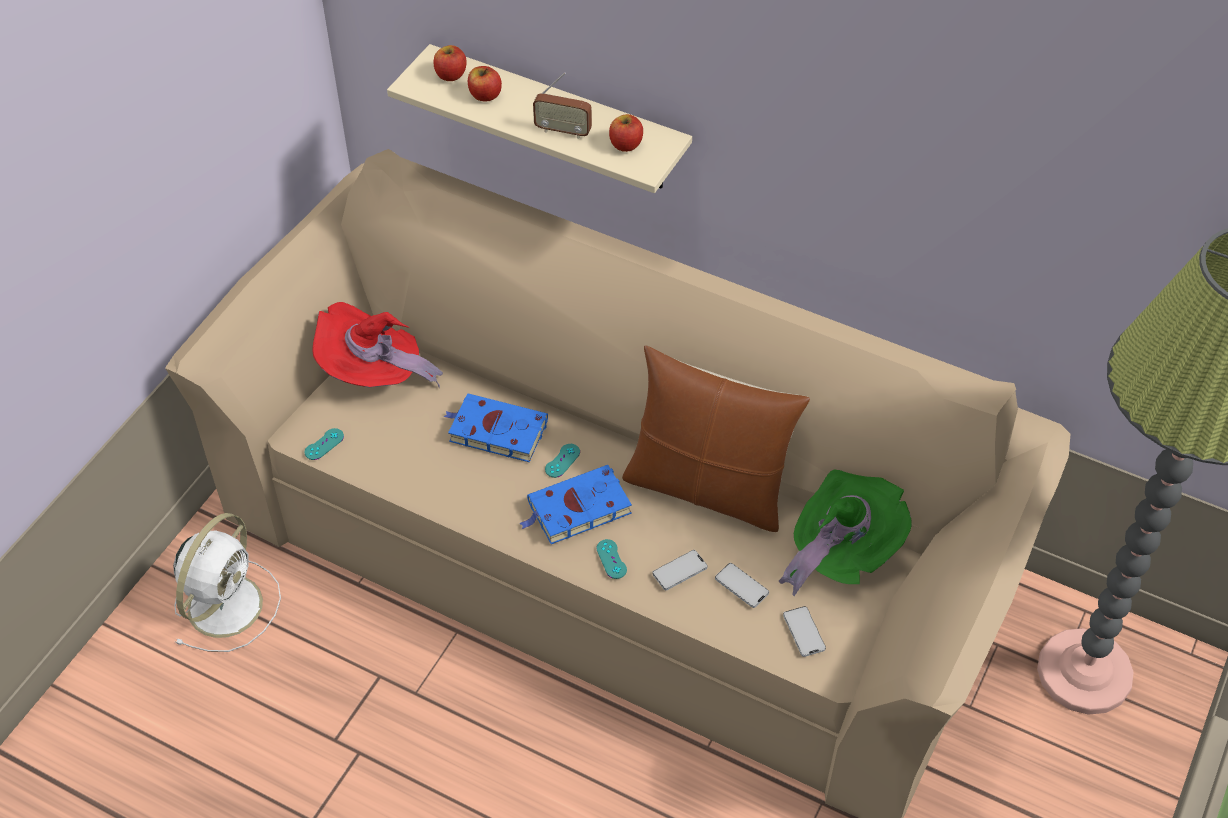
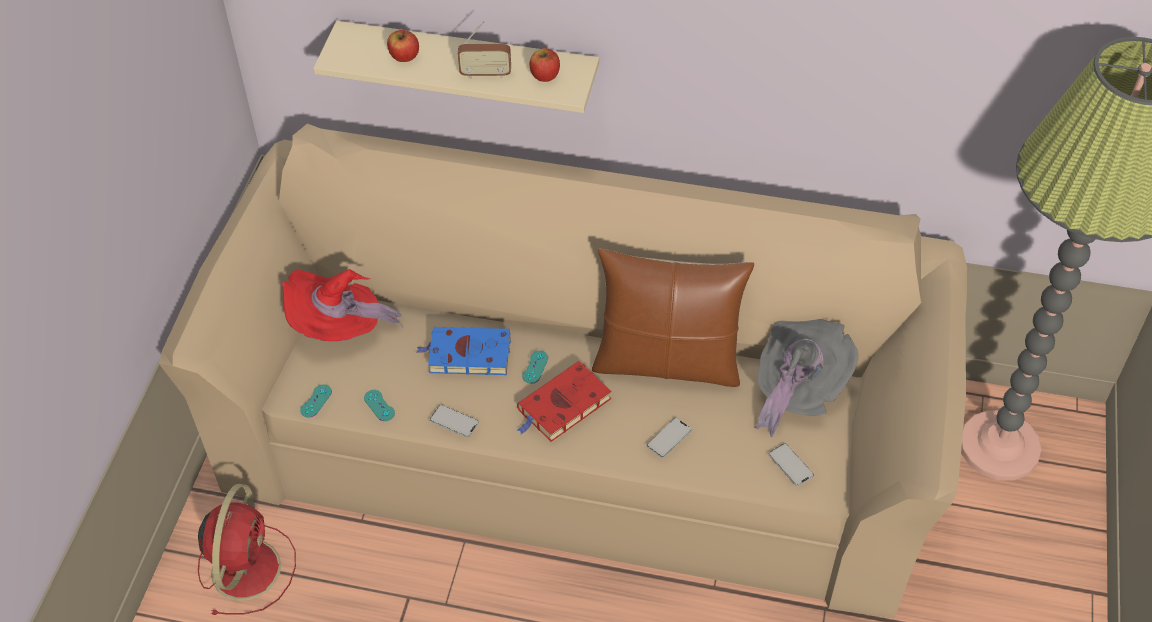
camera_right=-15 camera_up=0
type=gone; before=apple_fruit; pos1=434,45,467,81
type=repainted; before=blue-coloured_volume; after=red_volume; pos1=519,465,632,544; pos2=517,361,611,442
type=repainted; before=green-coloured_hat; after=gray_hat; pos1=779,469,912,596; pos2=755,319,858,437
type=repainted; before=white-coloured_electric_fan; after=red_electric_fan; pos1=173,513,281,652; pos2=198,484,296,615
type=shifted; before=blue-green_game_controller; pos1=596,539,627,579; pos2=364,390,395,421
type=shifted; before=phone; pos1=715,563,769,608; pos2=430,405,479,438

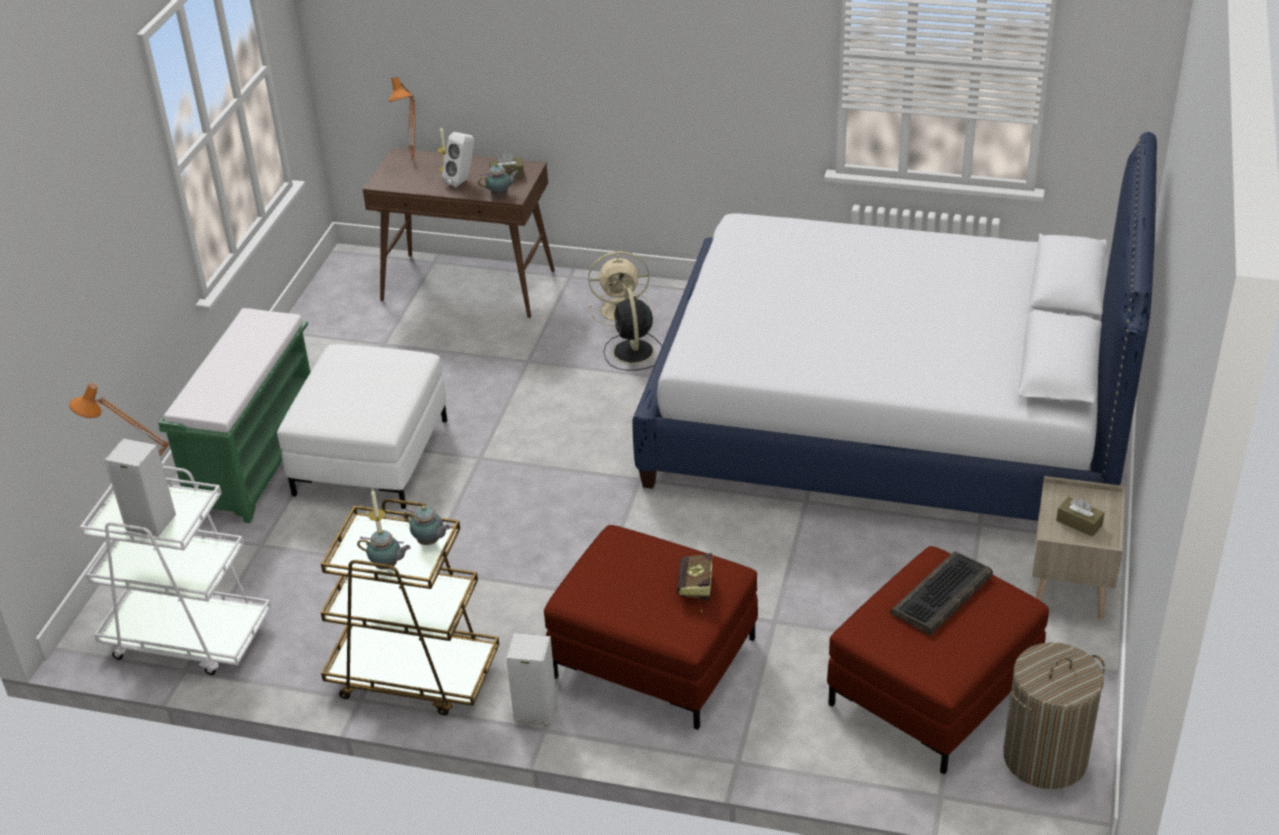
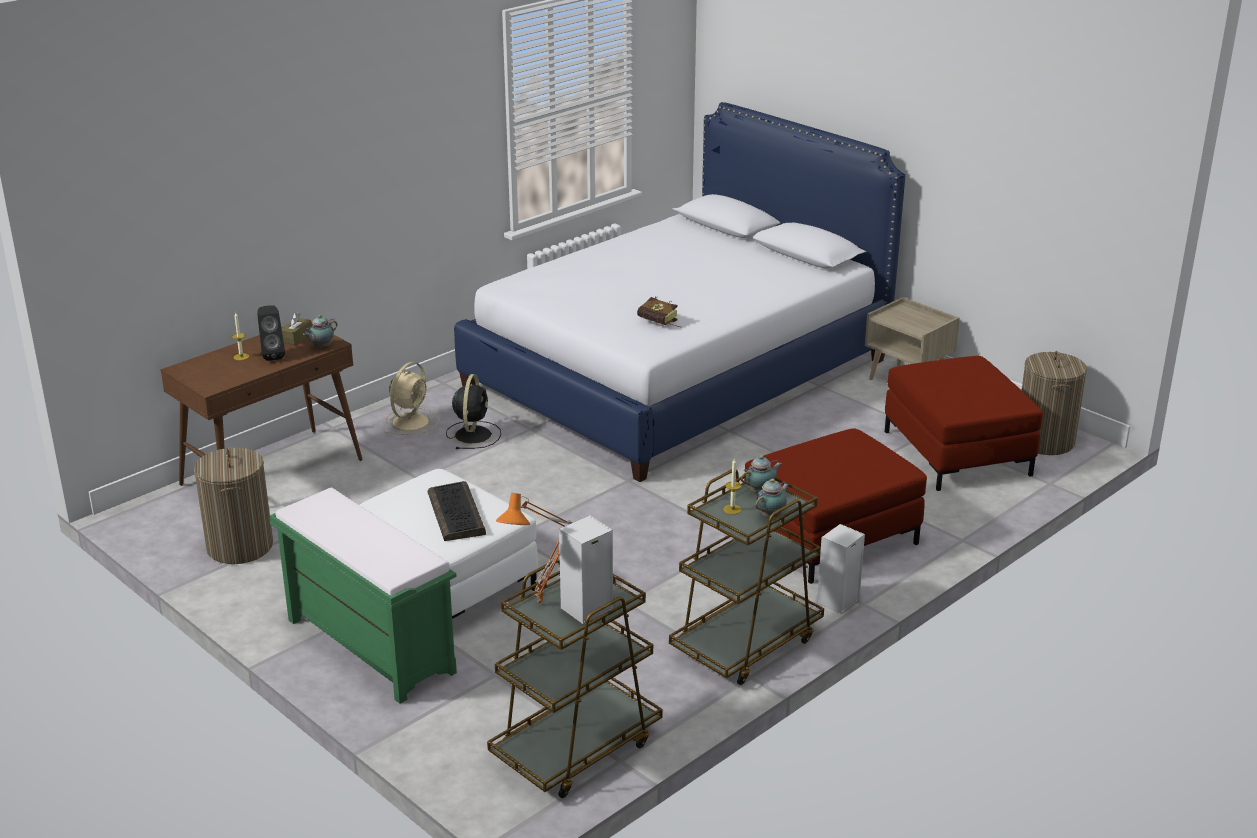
camera_right=-60 camera_up=-10
type=gone; before=orange-coloured_tabletop_lamp; pos1=388,77,416,163
type=repainted; before=white-coloured_speaker; after=blackish_speaker; pos1=442,132,474,187; pos2=257,306,285,361
type=rotated; before=teapot; pos1=478,163,519,196; pos2=303,315,338,348; turn=-150
type=rotated; before=blackish_electric_fan; pos1=604,288,662,371; pos2=446,374,501,449; turn=-105
type=repainted; before=white-coloured_cart; after=brown-coloured_cart; pos1=80,466,271,675; pos2=487,559,663,798
type=gone; before=brown-coloured_tissue_box; pos1=1056,497,1105,537
type=shifted; before=keyboard; pos1=890,552,993,635; pos2=428,481,486,541
type=shifted; before=volume; pos1=677,553,713,612; pos2=637,296,682,328
type=new; after=washing_basket; pos2=194,447,273,564

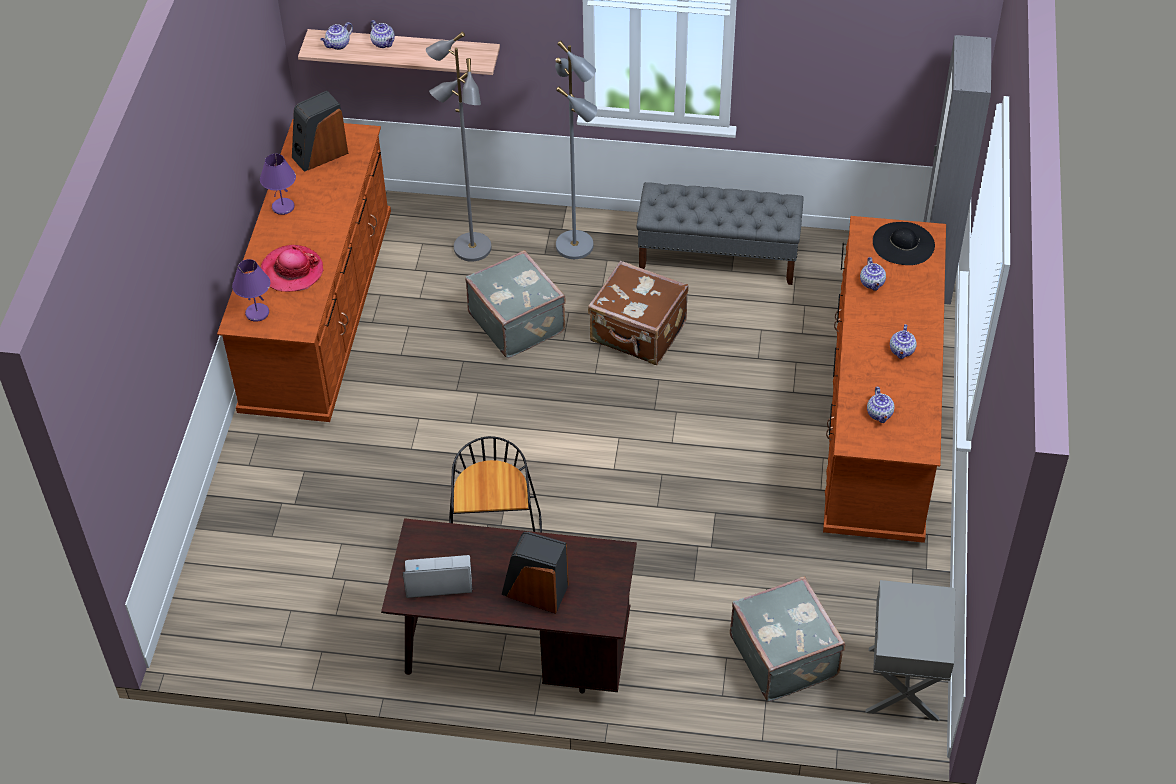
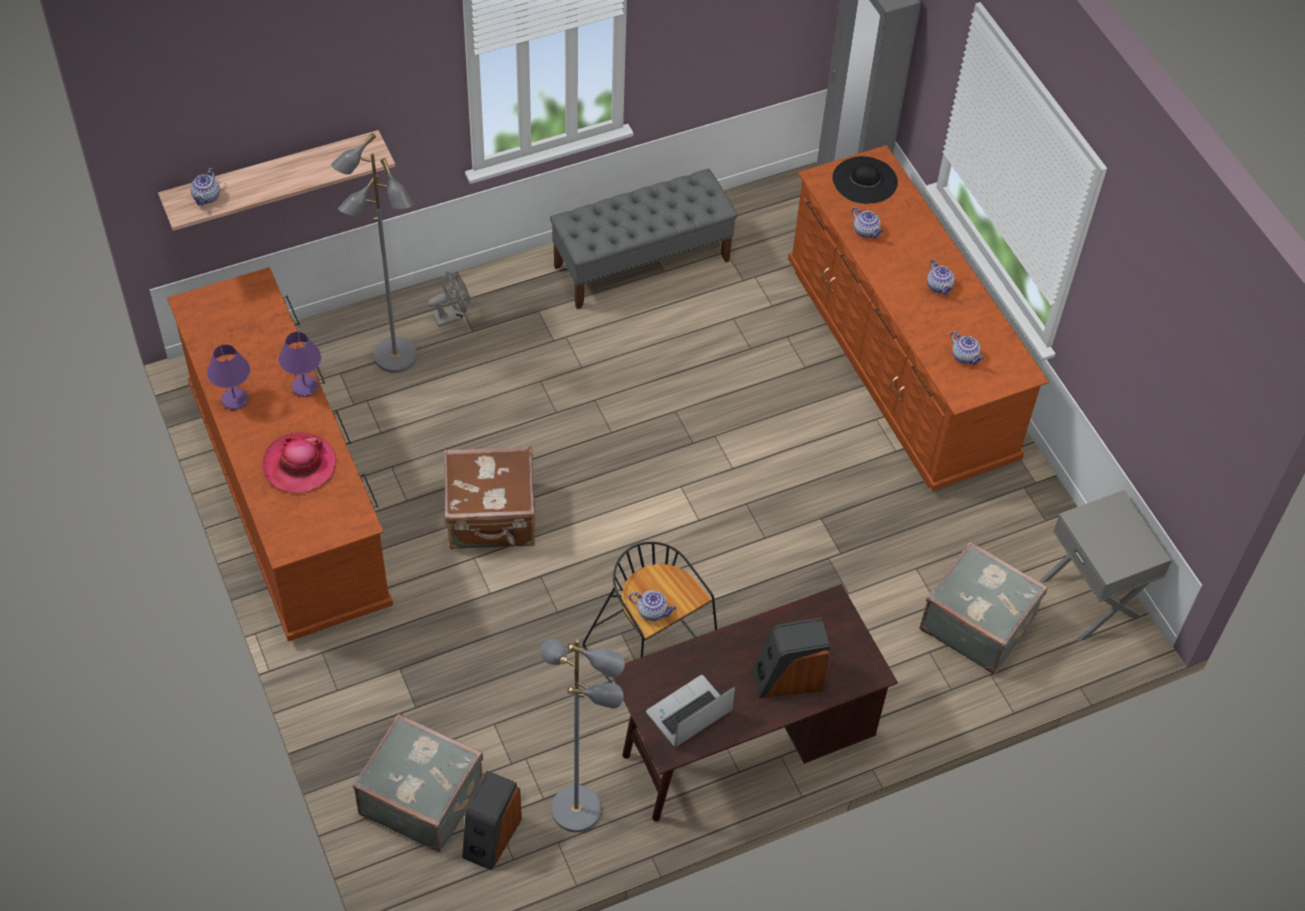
camera_right=-35 camera_up=5
type=shifted; before=teapot; pos1=370,20,395,48; pos2=629,590,677,621
type=shifted; before=gray_floor_lamp; pos1=555,41,597,259; pos2=540,639,625,832
type=shifted; before=speaker; pos1=292,91,348,172; pos2=462,770,522,870
type=shifted; before=gray_travel_case; pos1=465,250,566,358; pos2=353,714,483,853
type=shifted; before=purplish_tabletop_lamp; pos1=232,259,270,322; pos2=279,332,321,397
type=shifted; before=brown-coloured_travel_case; pos1=588,260,689,365; pos2=444,446,535,549
type=new; after=gray_electric_fan; pos2=428,271,470,327

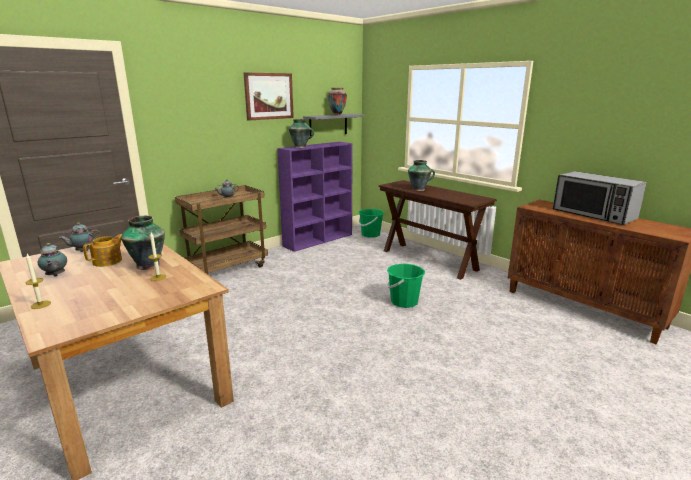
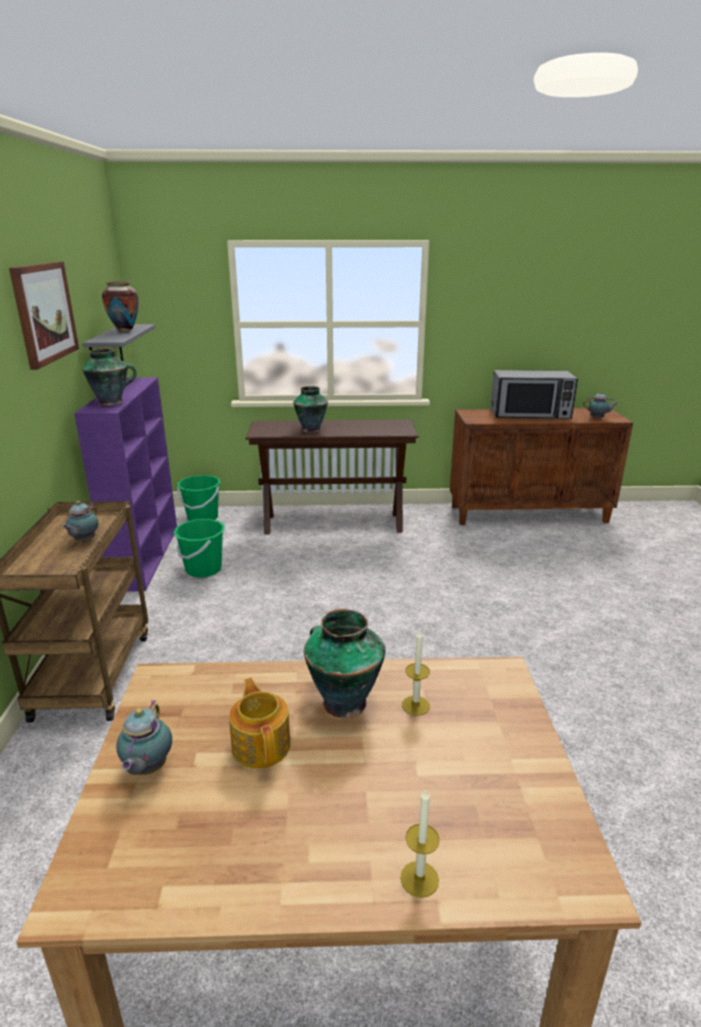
camera_right=-50 camera_up=5
type=shifted; before=teapot; pos1=38,243,67,277; pos2=583,391,618,419
type=shifted; before=green-coloured_bucket; pos1=387,264,425,308; pos2=173,519,225,578

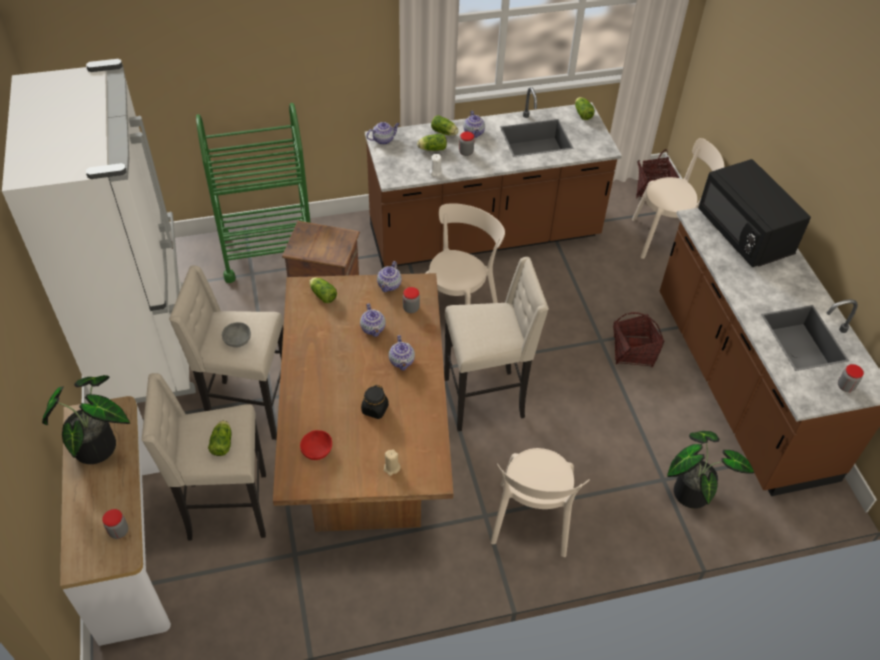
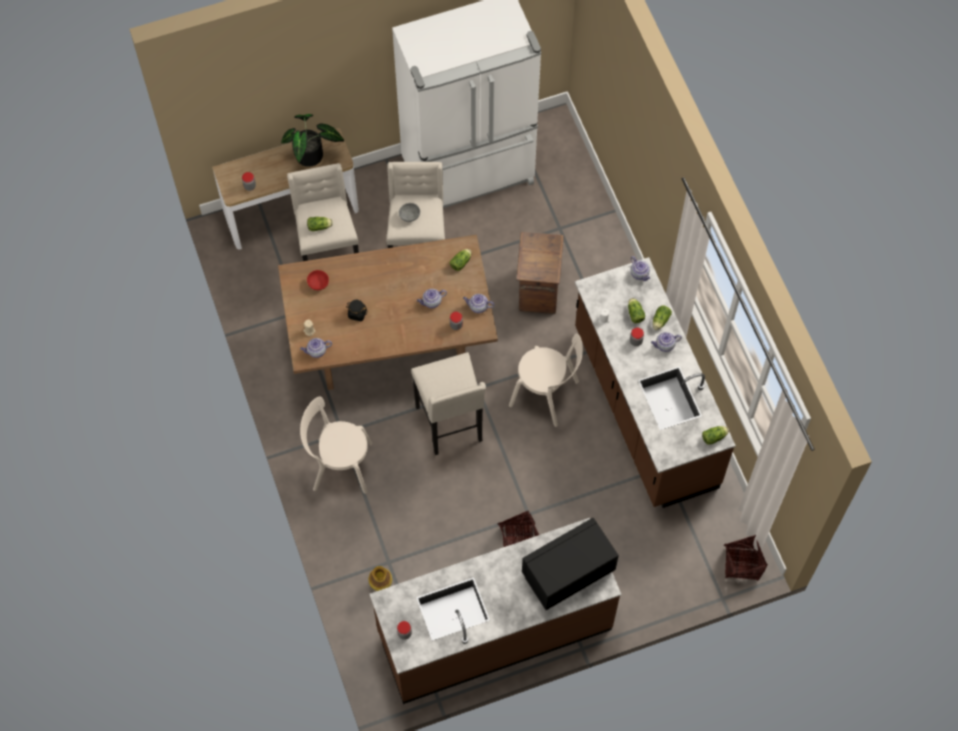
camera_right=85 camera_up=15
type=gone; before=green-coloured_cart; pos1=196,103,311,283
type=gone; before=beige_upright_chair; pos1=632,138,725,259
type=shifted; before=teapot; pos1=389,335,415,370; pos2=300,338,332,358
type=swapped; before=houseplant; after=vase; pos1=667,431,754,509; pos2=369,566,392,591

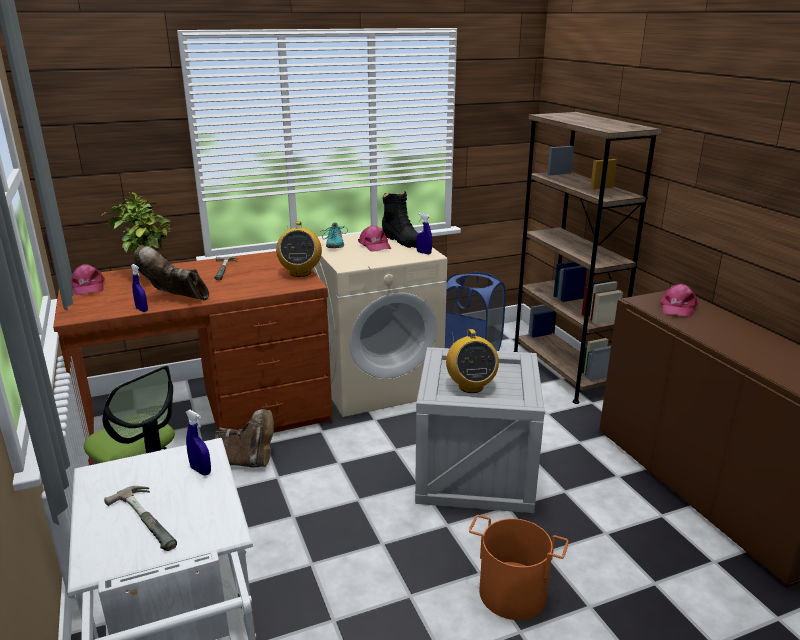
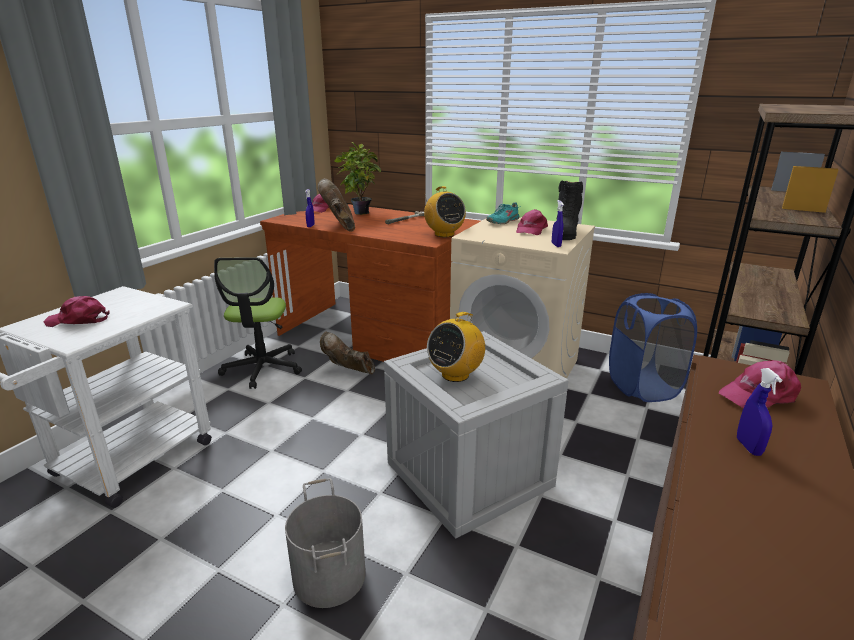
camera_right=50 camera_up=0
type=rotated; before=radio_set; pos1=276,222,322,277; pos2=424,186,466,237; turn=-75
type=rotated; before=brown-coloured_tall_boot; pos1=214,409,274,467; pos2=320,332,375,375; turn=150
type=shifted; before=blue-coloured_sprayer; pos1=186,410,211,475; pos2=737,368,782,456
type=swapped; before=tool_hammer; after=pink_baseball_cap; pos1=104,486,177,551; pos2=43,296,110,327
type=repainted; before=orange-coloured_bucket; after=gray_bucket; pos1=469,515,569,620; pos2=285,478,366,608

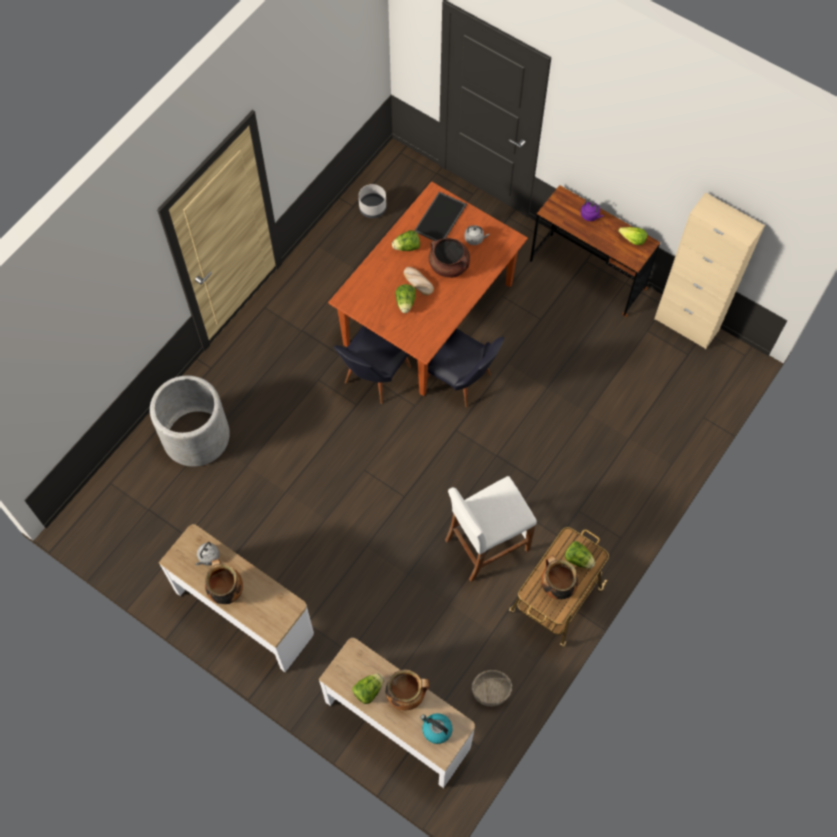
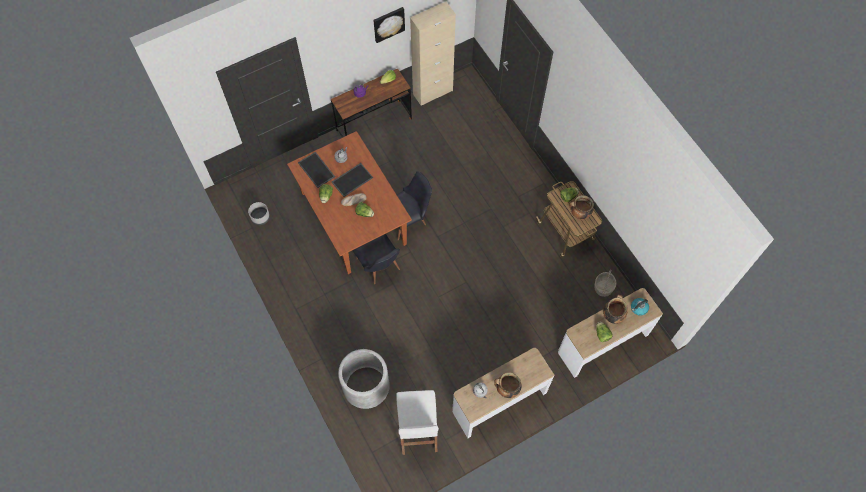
camera_right=-65 camera_up=0
type=swapped; before=brown-coloured_stockpot; after=carrying_tray; pos1=429,238,470,278; pos2=332,163,373,197
type=shifted; before=white-coloured_stool; pos1=445,476,537,582; pos2=396,390,439,455
type=new; after=picture; pos2=373,7,405,43

